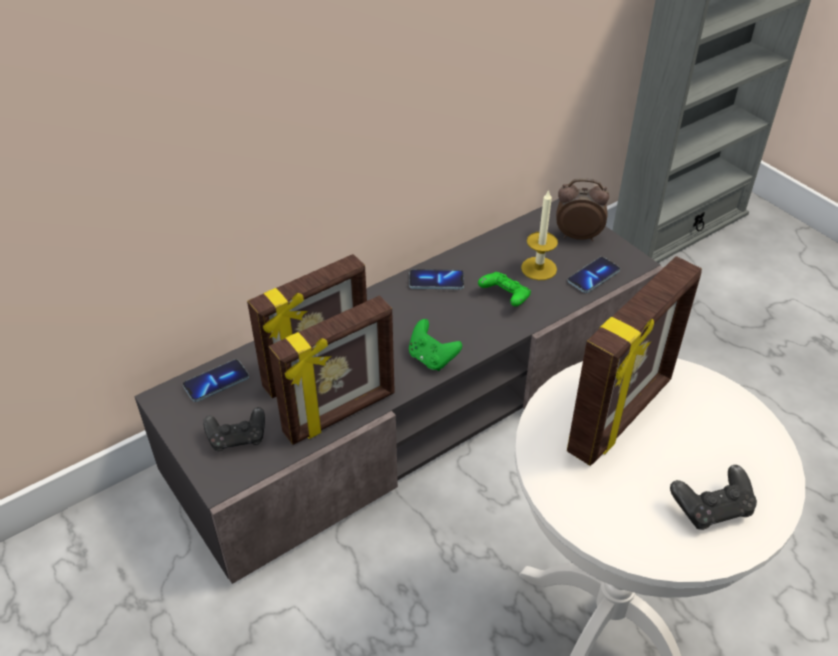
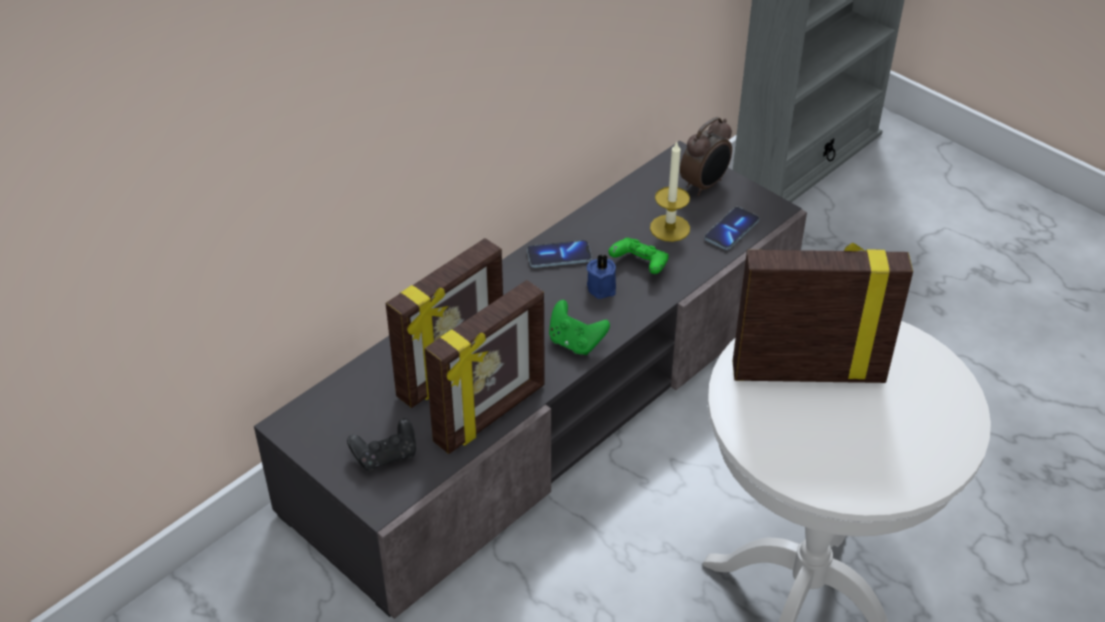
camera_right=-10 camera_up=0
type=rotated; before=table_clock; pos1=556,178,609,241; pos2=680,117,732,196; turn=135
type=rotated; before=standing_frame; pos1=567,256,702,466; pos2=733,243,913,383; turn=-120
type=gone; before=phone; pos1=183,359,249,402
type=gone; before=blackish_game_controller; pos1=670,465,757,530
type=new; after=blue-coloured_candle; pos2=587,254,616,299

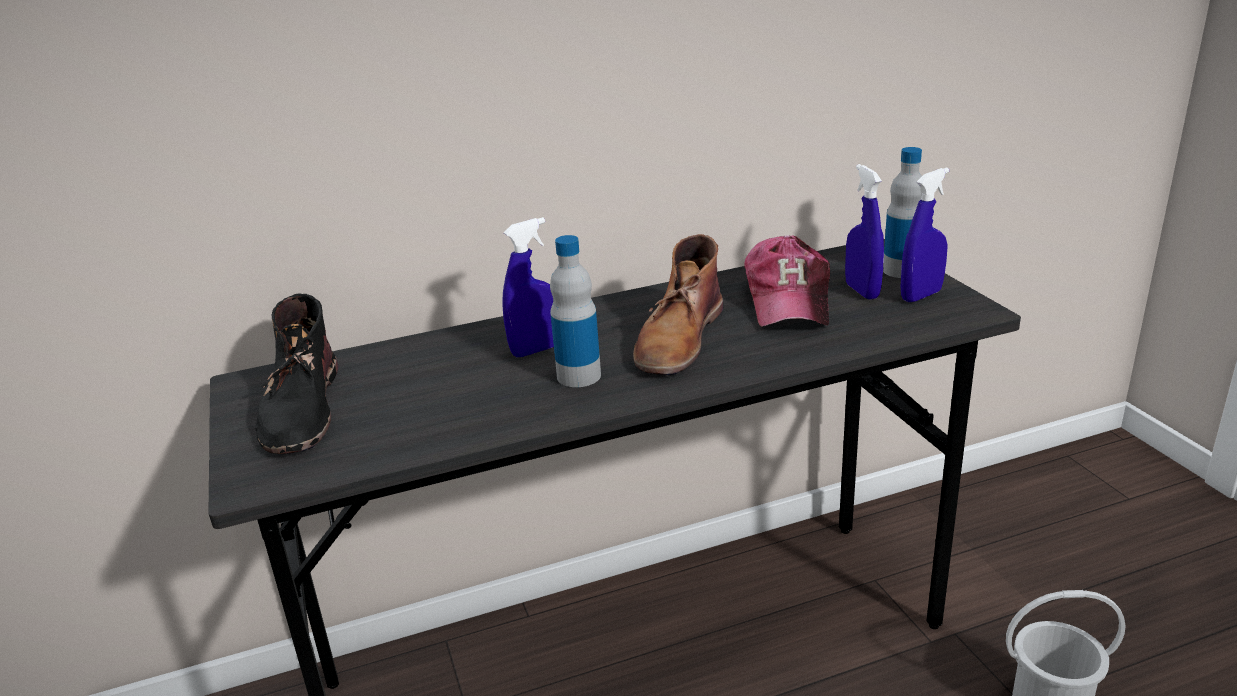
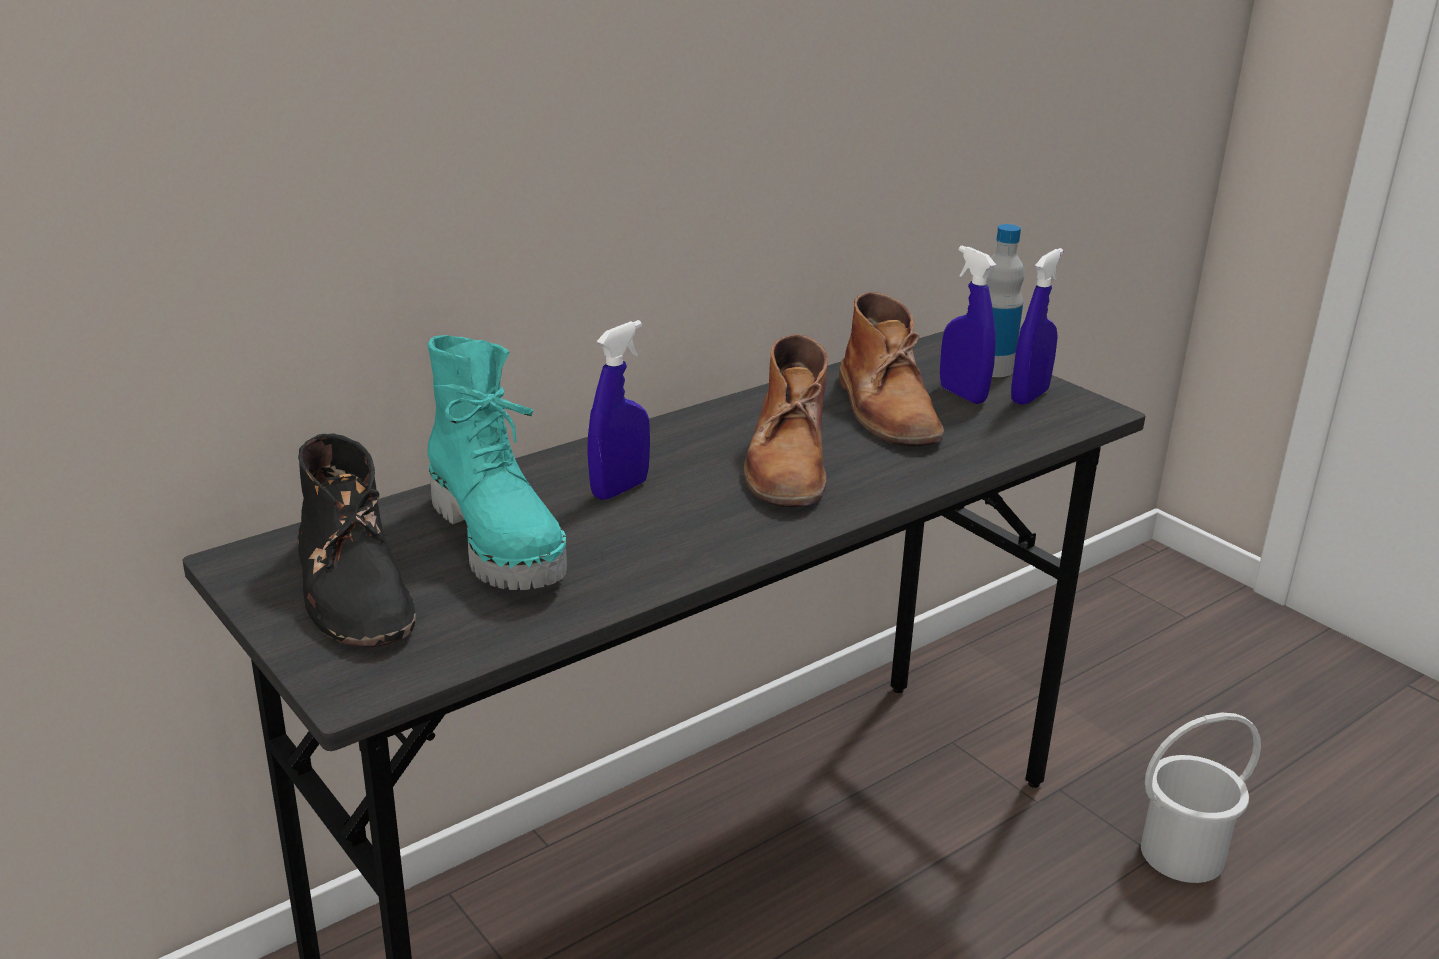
camera_right=-20 camera_up=0
type=gone; before=drink_bottle; pos1=550,235,601,387
type=swapped; before=baseball_cap; after=brown-coloured_tall_boot; pos1=744,235,830,327; pos2=839,292,944,446
type=new; after=blue-green_tall_boot; pos2=427,335,567,590

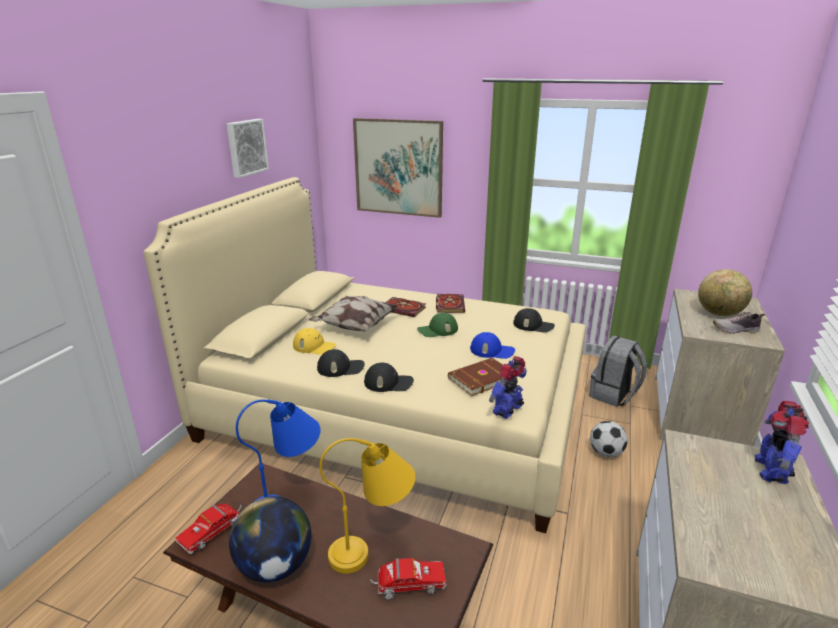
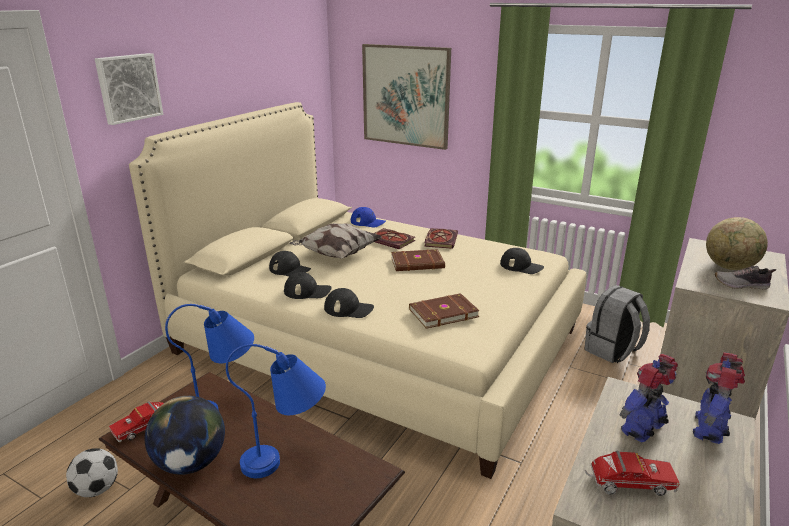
camera_right=10 camera_up=0
type=shifted; before=picture; pos1=227,119,269,178; pos2=95,53,163,125
type=swapped; before=green-coloured_baseball_cap; after=brown-coloured_volume; pos1=417,313,458,337; pos2=391,249,445,271
type=repainted; before=yellowish_baseball_cap; after=blackish_baseball_cap; pos1=293,328,336,355; pos2=269,251,311,277
type=shifted; before=blue-coloured_baseball_cap; pos1=470,332,515,359; pos2=351,207,386,227
type=shifted; before=toy_robot; pos1=489,356,527,419; pos2=619,354,678,442
type=shifted; before=ball_for_football; pos1=590,421,627,457; pos2=66,448,118,497
type=repainted; before=yellowish_tabletop_lamp; after=blue-coloured_tabletop_lamp; pos1=320,438,415,574; pos2=226,344,326,478
type=shifted; before=toy_truck; pos1=370,558,446,600; pos2=585,451,680,496

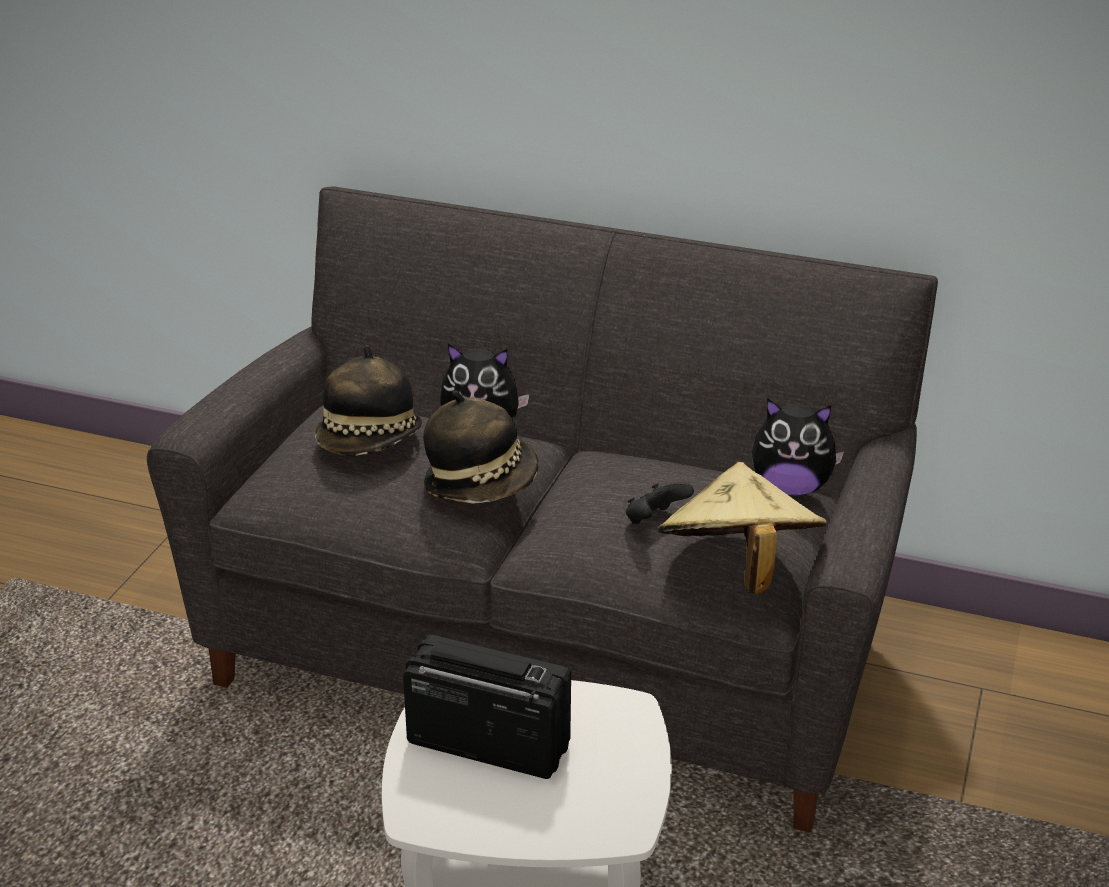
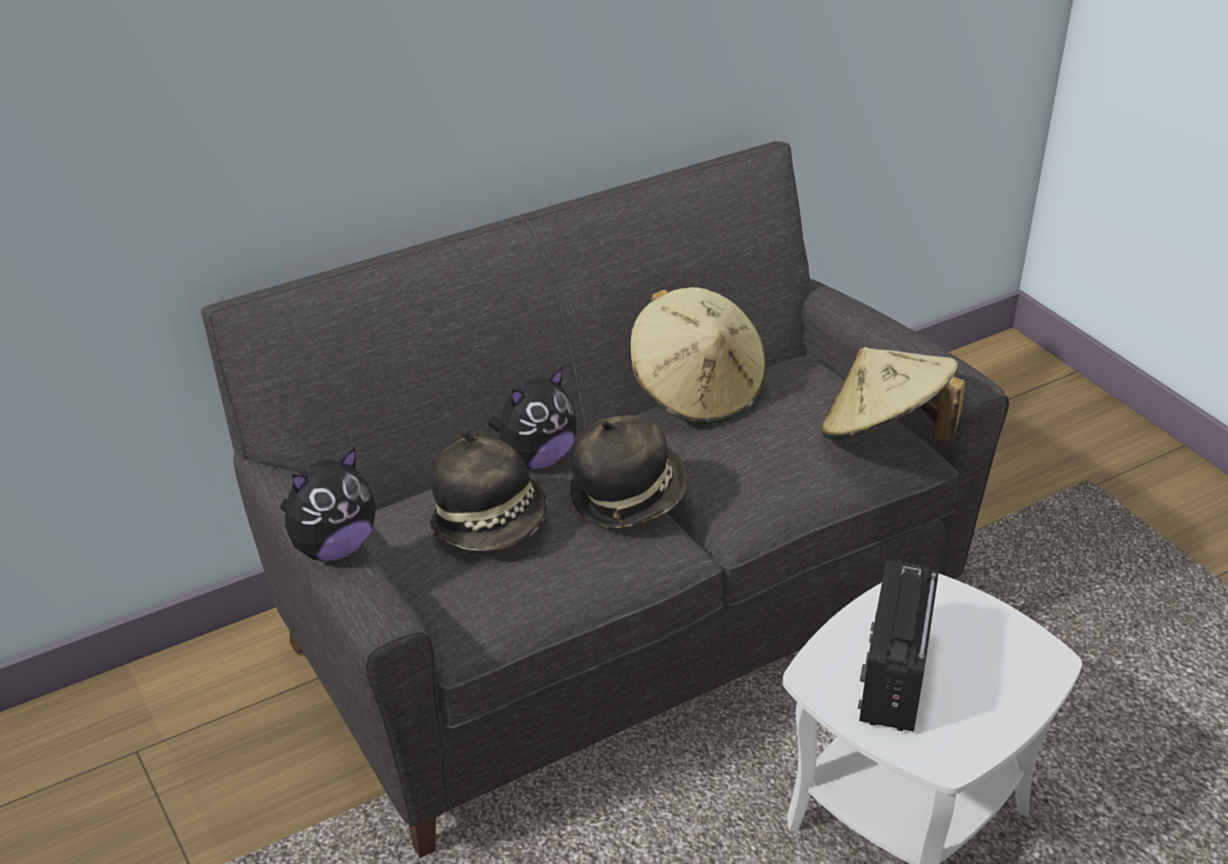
camera_right=-50 camera_up=5
type=shifted; before=plush_toy; pos1=752,398,844,496; pos2=280,448,376,561
type=gone; before=blackish_game_controller; pos1=626,482,694,524
type=rotated; before=radio_set; pos1=403,635,571,779; pos2=858,560,939,732; turn=-45
type=new; after=beige_hat; pos2=630,287,766,424

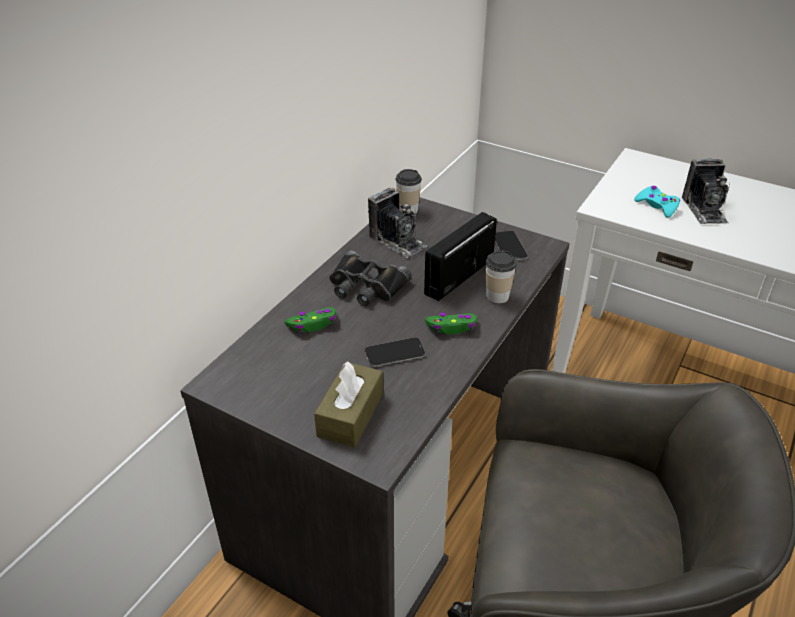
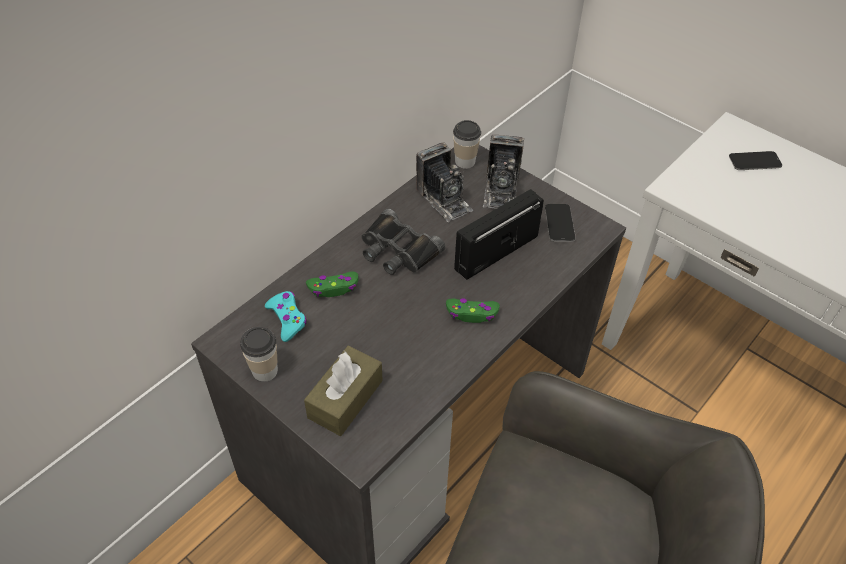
camera_right=10 camera_up=10
type=shifted; before=photo_camera; pos1=682,159,730,224; pos2=483,134,524,209
type=shifted; before=blue-green_game_controller; pos1=634,186,680,218; pos2=265,291,307,342
type=shifted; before=cup; pos1=486,250,517,303; pos2=240,327,278,382
type=shifted; before=phone; pos1=365,338,426,367; pos2=729,151,782,170

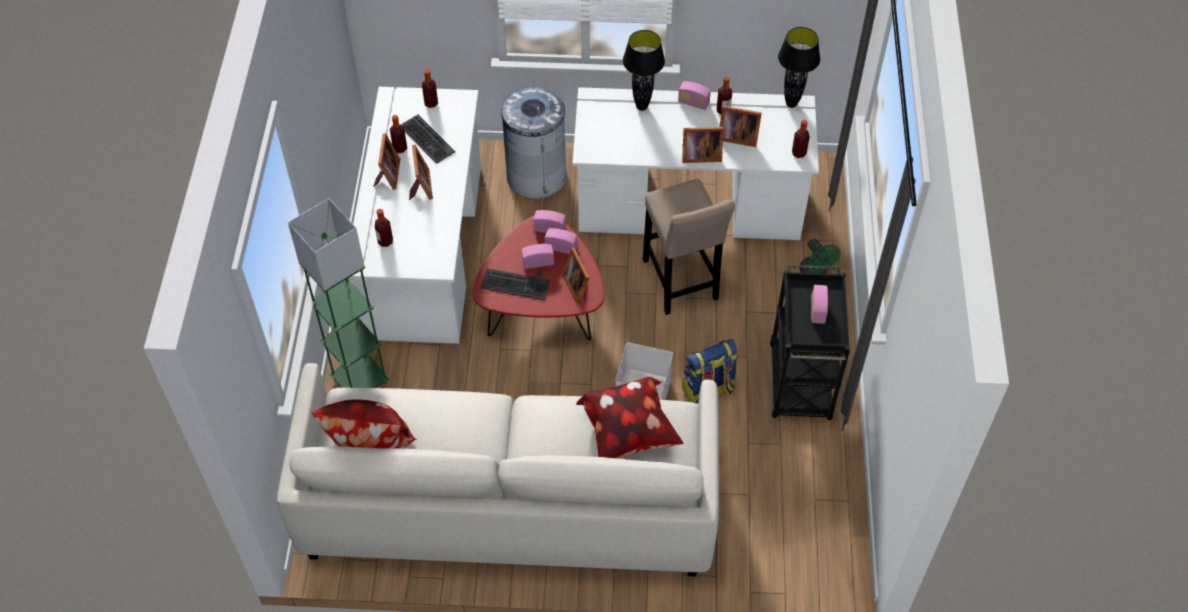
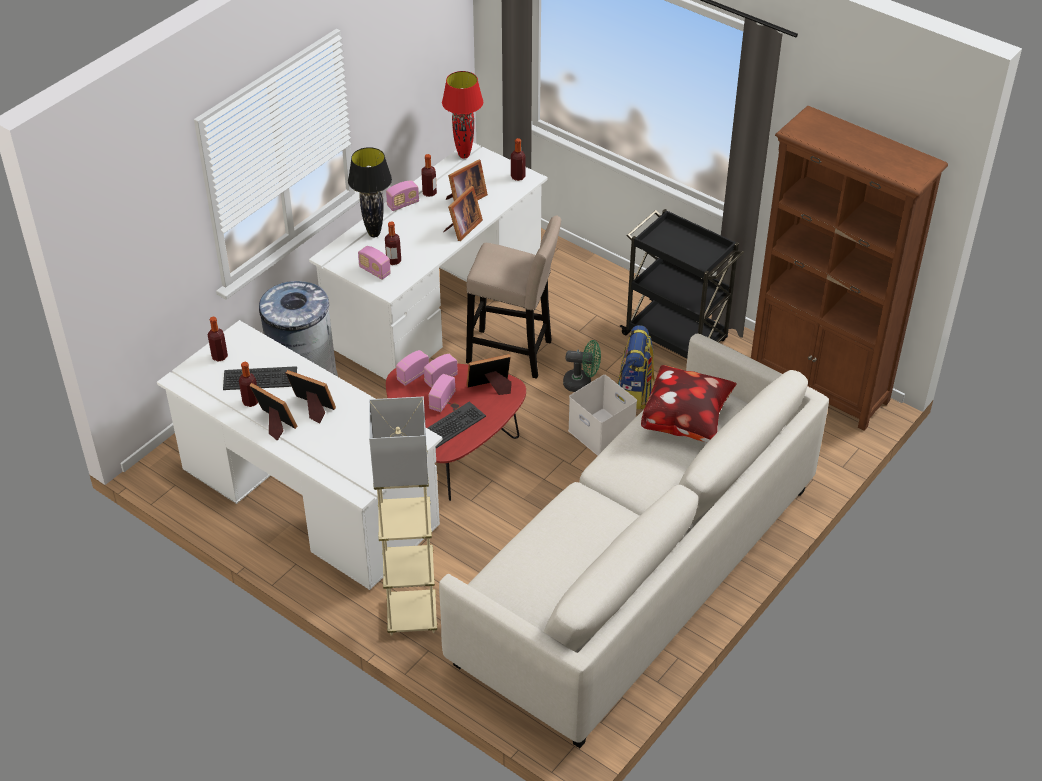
camera_right=-55 camera_up=-10
type=repainted; before=blackish_tabletop_lamp; after=red_tabletop_lamp; pos1=778,27,820,108; pos2=442,71,483,158
type=repainted; before=green-coloured_floor_lamp; after=beige_floor_lamp; pos1=288,198,389,388; pos2=369,397,437,636
type=shifted; before=drink_bottle; pos1=375,209,393,247; pos2=385,222,401,265
type=shifted; before=green-coloured_electric_fan; pos1=800,238,840,274; pos2=563,340,601,392
type=rotated; before=standing_frame; pos1=562,248,589,304; pos2=467,354,512,395; turn=150
type=shifted; before=radio_set; pos1=811,285,828,324; pos2=358,246,391,280
type=gone; before=cushion; pos1=312,399,417,449
type=new; after=brown-coloured_bookcase; pos2=751,106,948,431

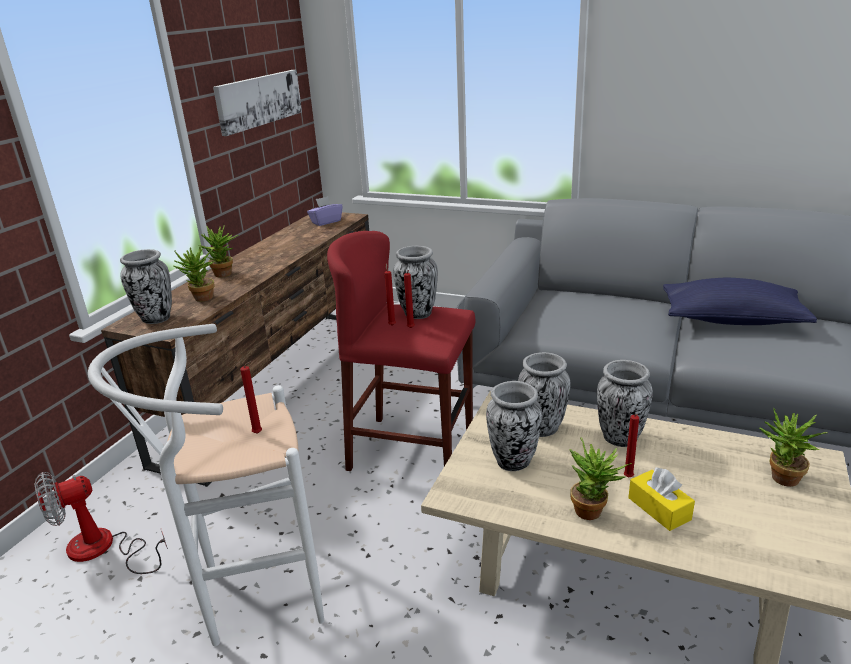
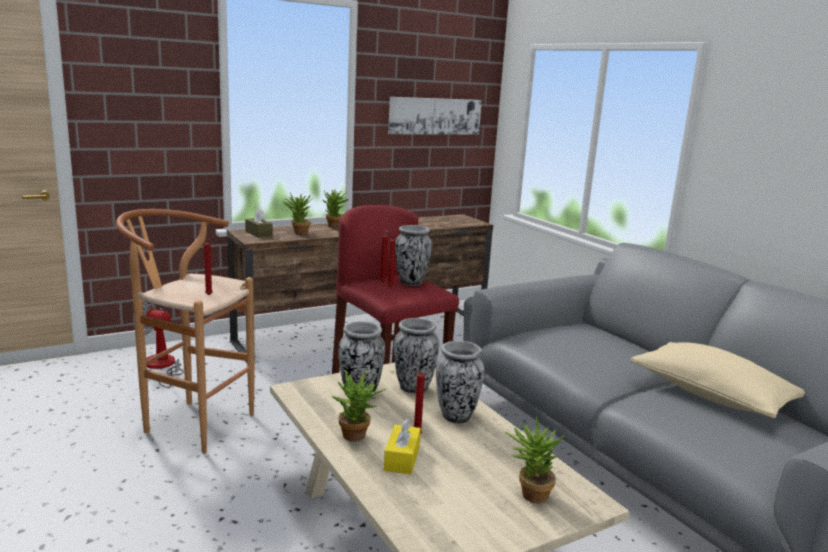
camera_right=35 camera_up=-10
type=gone; before=purplish_tissue_box; pos1=307,196,343,226
type=swapped; before=vase; after=brown-coloured_tissue_box; pos1=120,249,172,324; pos2=245,209,273,238
type=repainted; before=blue-coloured_cushion; after=beige_cushion; pos1=663,278,817,325; pos2=630,342,805,418
type=repainted; before=white-coloured_stool; after=brown-coloured_stool; pos1=88,324,324,646; pos2=116,209,255,454

